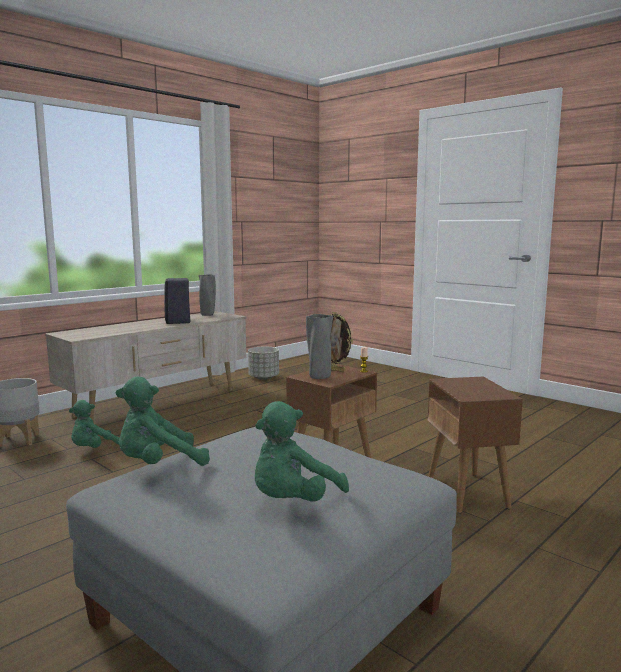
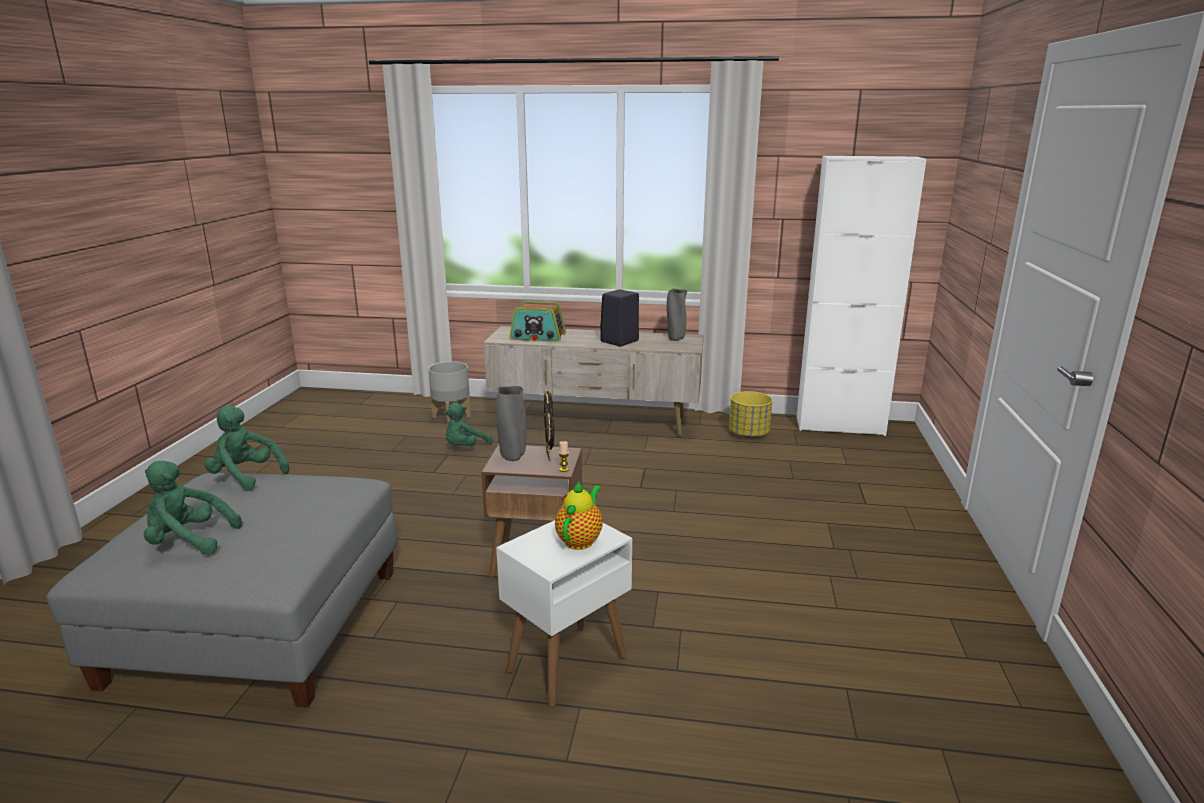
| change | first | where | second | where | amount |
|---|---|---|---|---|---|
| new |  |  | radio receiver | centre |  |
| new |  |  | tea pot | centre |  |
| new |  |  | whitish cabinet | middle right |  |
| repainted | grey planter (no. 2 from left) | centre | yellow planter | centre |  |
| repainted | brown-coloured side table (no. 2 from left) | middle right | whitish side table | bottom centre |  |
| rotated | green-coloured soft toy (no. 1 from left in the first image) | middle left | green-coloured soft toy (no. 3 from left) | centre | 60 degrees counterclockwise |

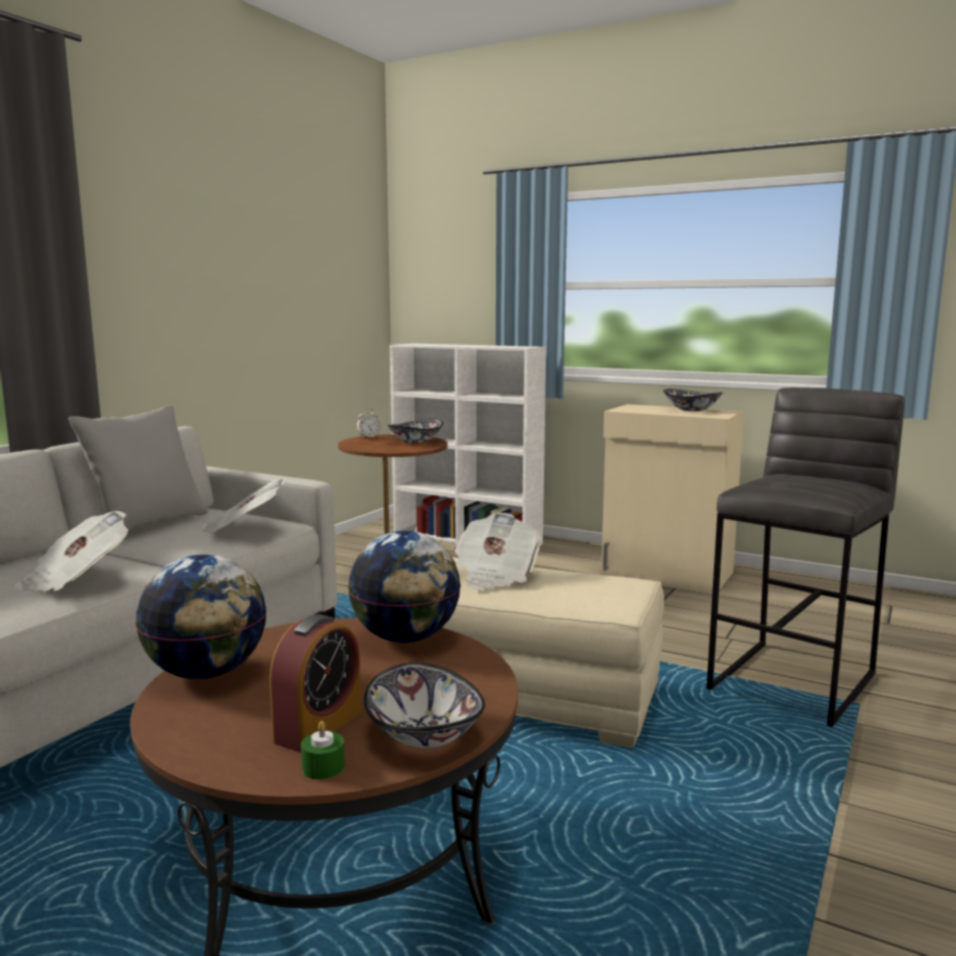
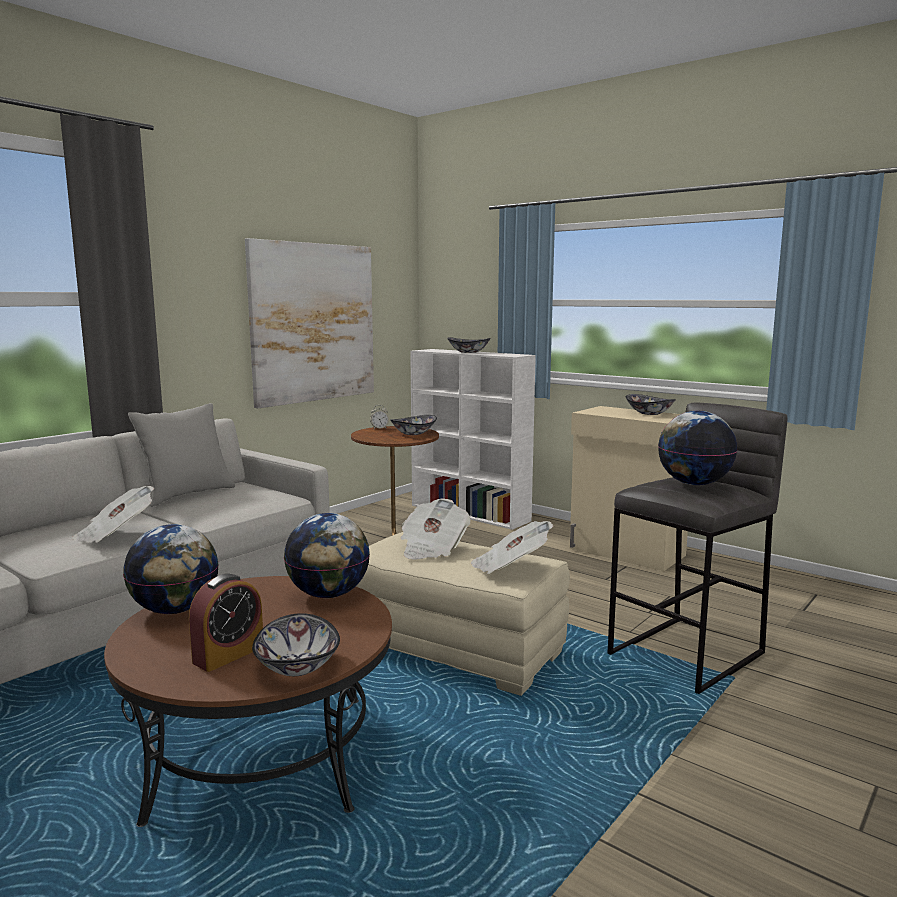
| change | first | where | second | where | amount |
|---|---|---|---|---|---|
| gone | green-coloured wax candle | bottom centre |  |  |  |
| new |  |  | wall art | centre |  |
| new |  |  | bowl (no. 3 from left) | centre |  |
| new |  |  | desk globe (no. 3 from left) | middle right |  |
| shifted | newspaper (no. 2 from left in the first image) | middle left | newspaper (no. 3 from left) | centre |  |

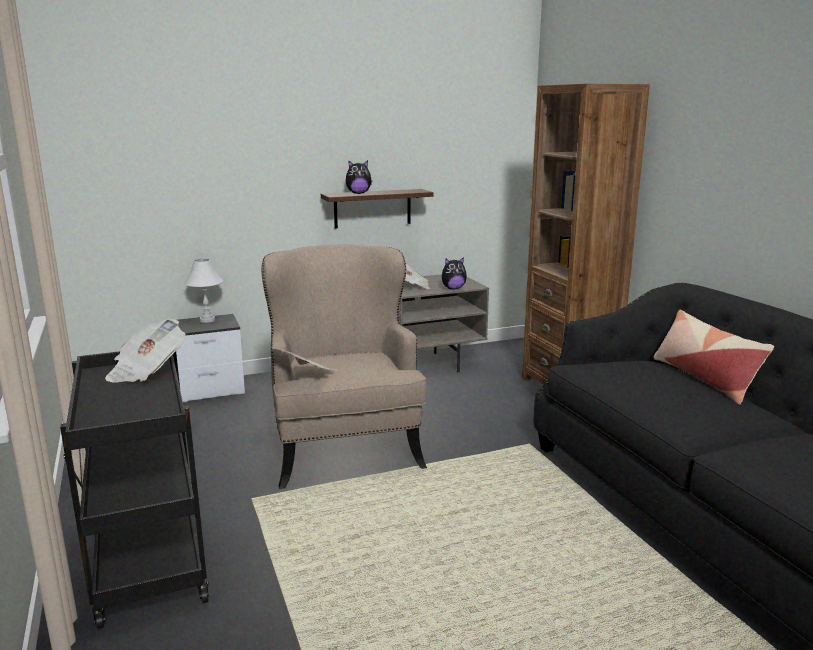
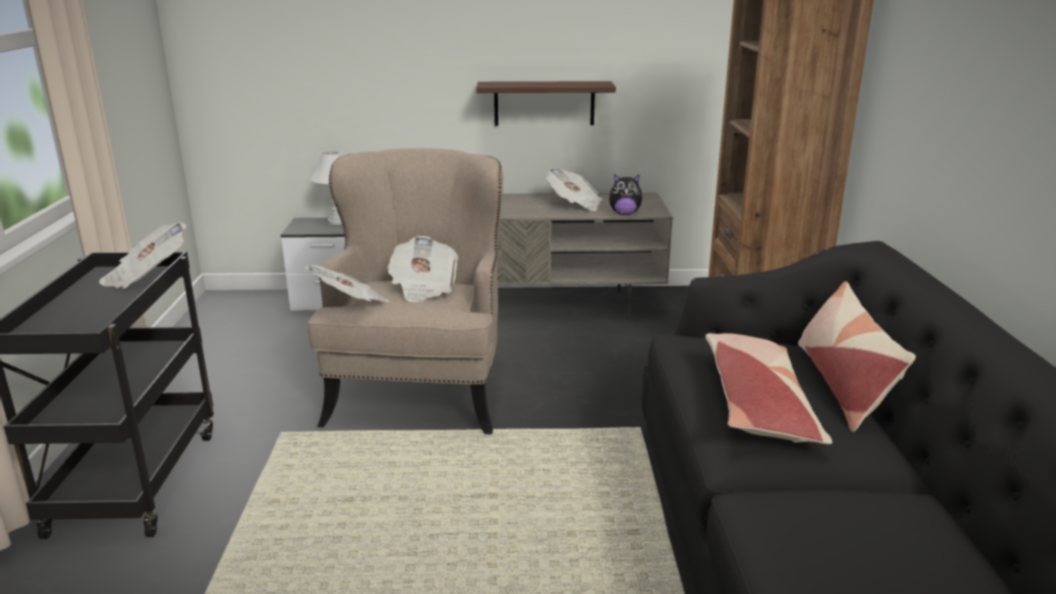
| change | first | where | second | where | amount |
|---|---|---|---|---|---|
| gone | soft toy (no. 1 from left) | top centre |  |  |  |
| new |  |  | newspaper (no. 3 from left) | centre |  |
| new |  |  | cushion (no. 1 from left) | middle right |  |

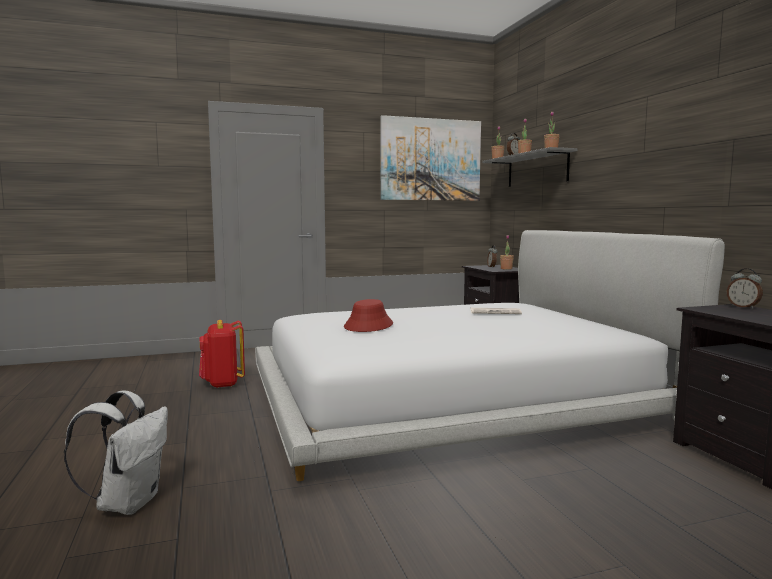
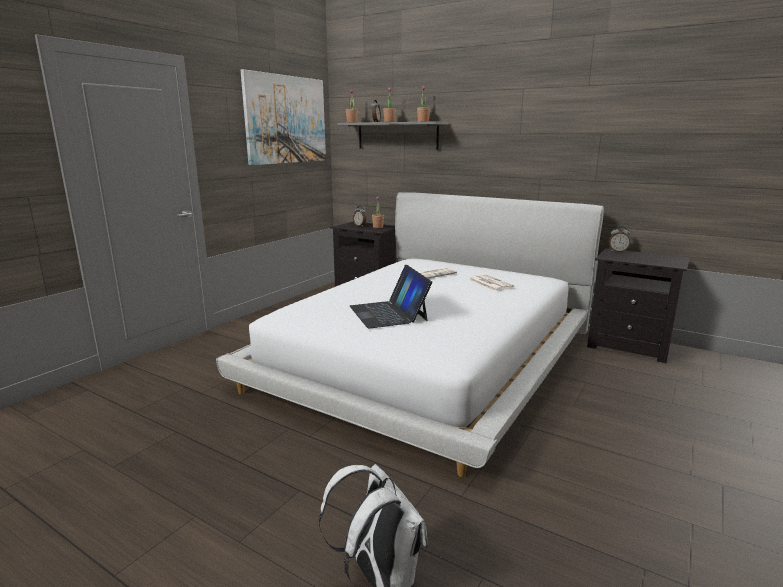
| change | first | where | second | where | amount |
|---|---|---|---|---|---|
| gone | red-coloured knapsack | middle left |  |  |  |
| new |  |  | newspaper (no. 2 from left) | centre |  |
| swapped | red-coloured clothing hat | centre | portable computer | centre |  |

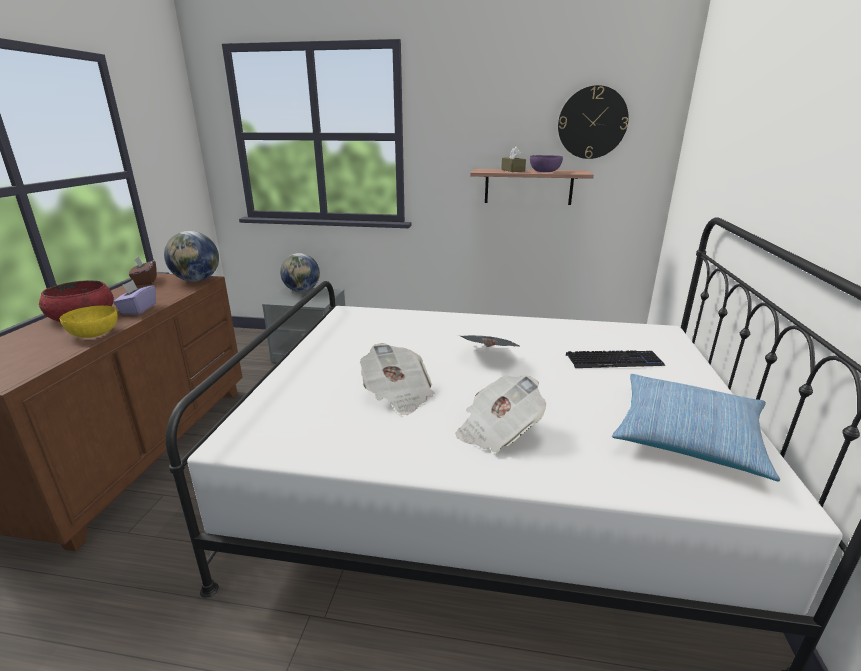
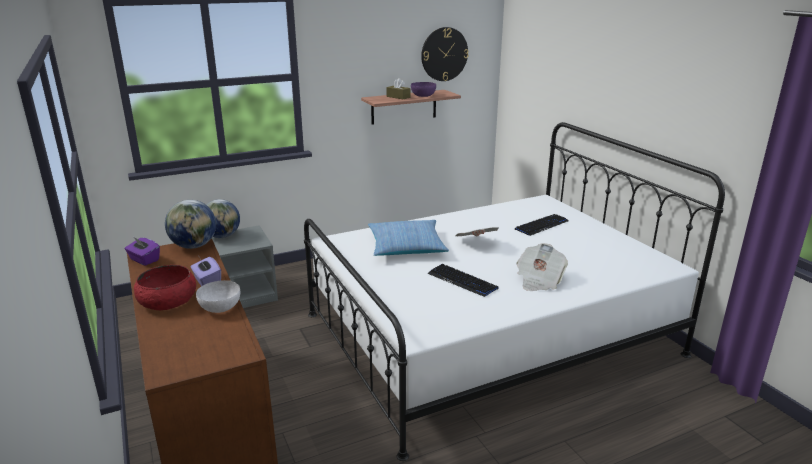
| change | first | where | second | where | amount |
|---|---|---|---|---|---|
| shifted | cushion | middle right |  | centre |  |
| swapped | newspaper (no. 1 from left) | centre | keyboard (no. 1 from left) | centre |  |
| repainted | yellow bowl | middle left | whitish bowl | middle left |  |
| repainted | brown-coloured box of tissues (no. 1 from left) | middle left | purplish box of tissues (no. 1 from left) | middle left |  |

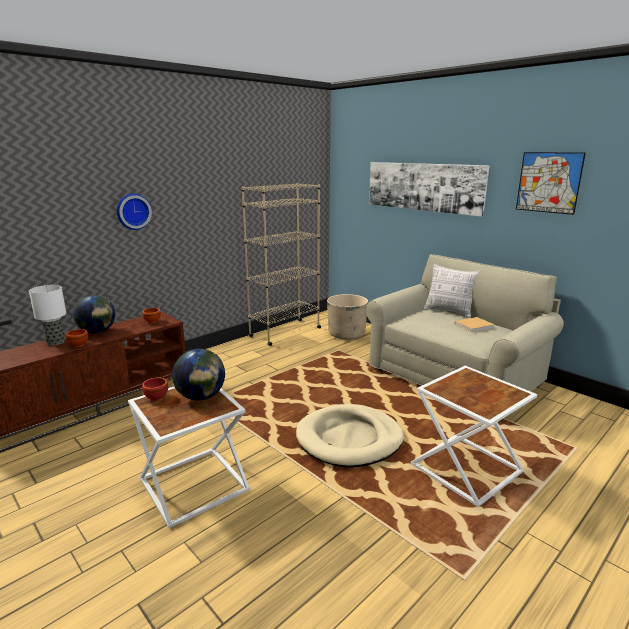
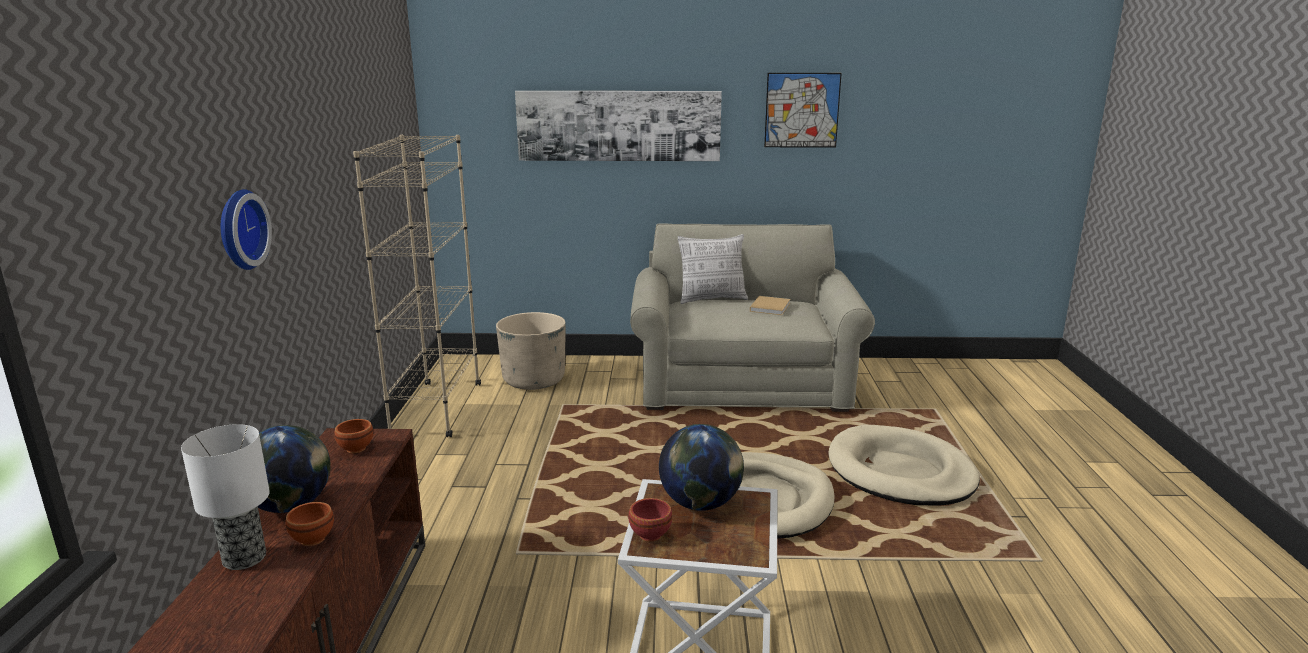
| change | first | where | second | where | amount |
|---|---|---|---|---|---|
| swapped | whitish side table (no. 2 from left) | bottom right | sand-coloured dog bed (no. 2 from left) | bottom right |  |

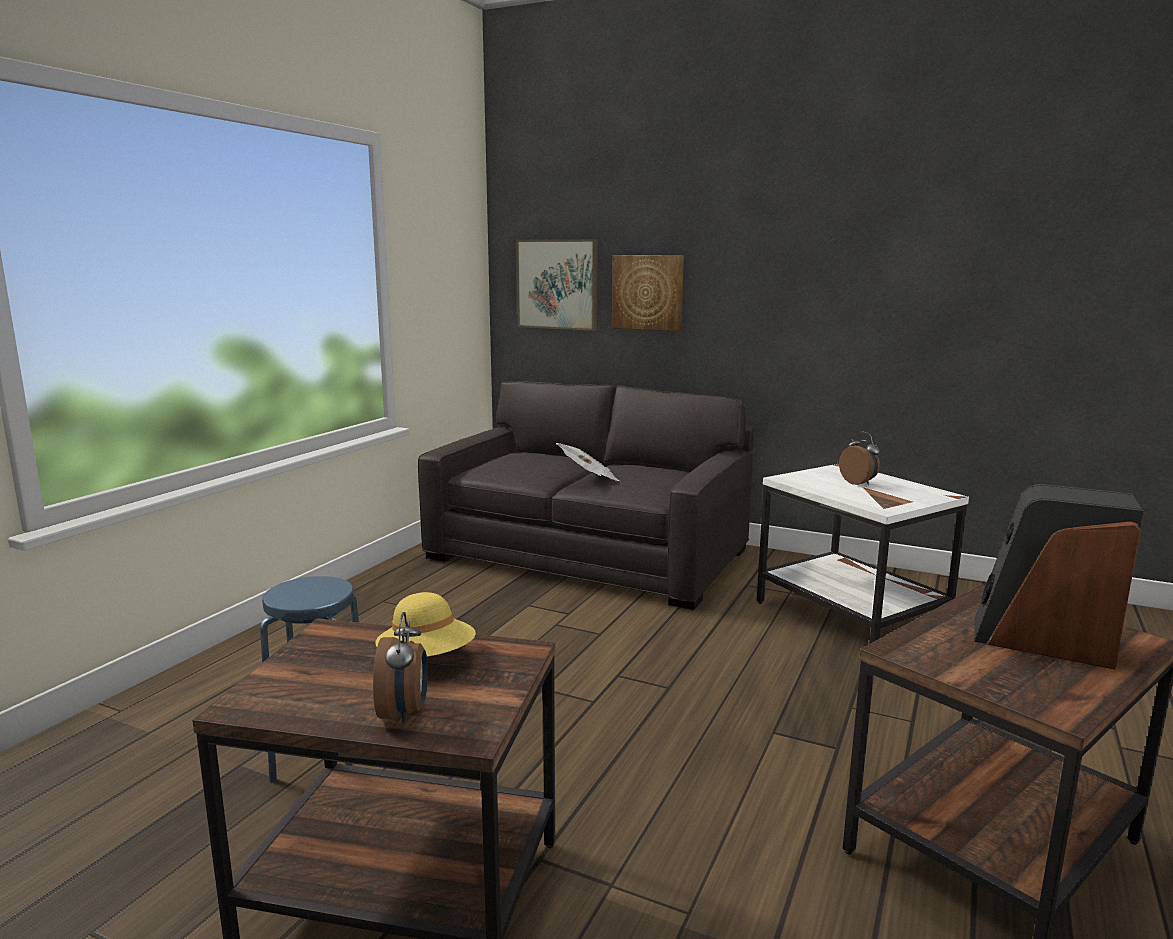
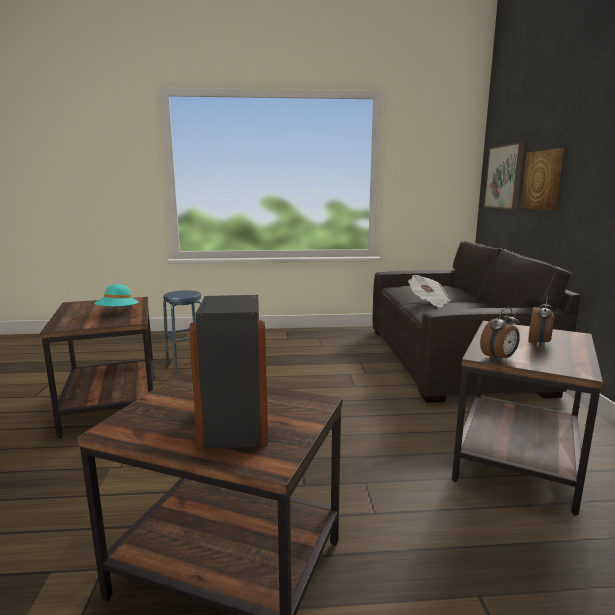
| change | first | where | second | where | amount |
|---|---|---|---|---|---|
| shifted | table clock (no. 1 from left) | bottom centre |  | middle right |  |
| repainted | yellow clothing hat | centre | turquoise-coloured clothing hat | middle left |  |
| repainted | whitish side table | middle right | brown-coloured side table (no. 3 from left) | bottom right |  |

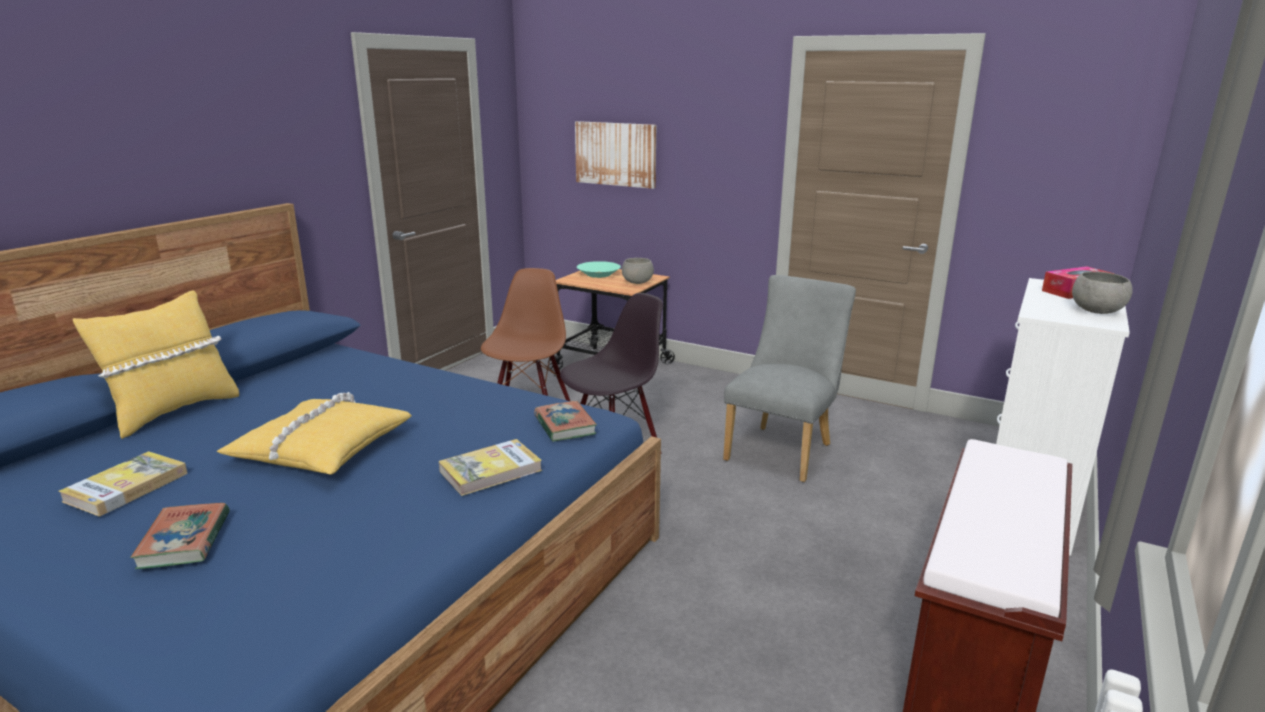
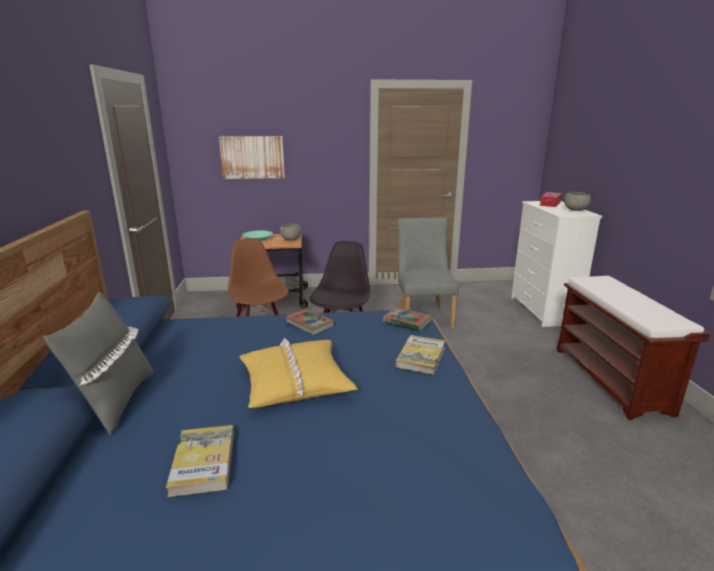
| change | first | where | second | where | amount |
|---|---|---|---|---|---|
| shifted | book (no. 2 from left) | bottom left |  | centre |  |
| repainted | yellow cushion (no. 1 from left) | middle left | grey cushion | middle left |  |

